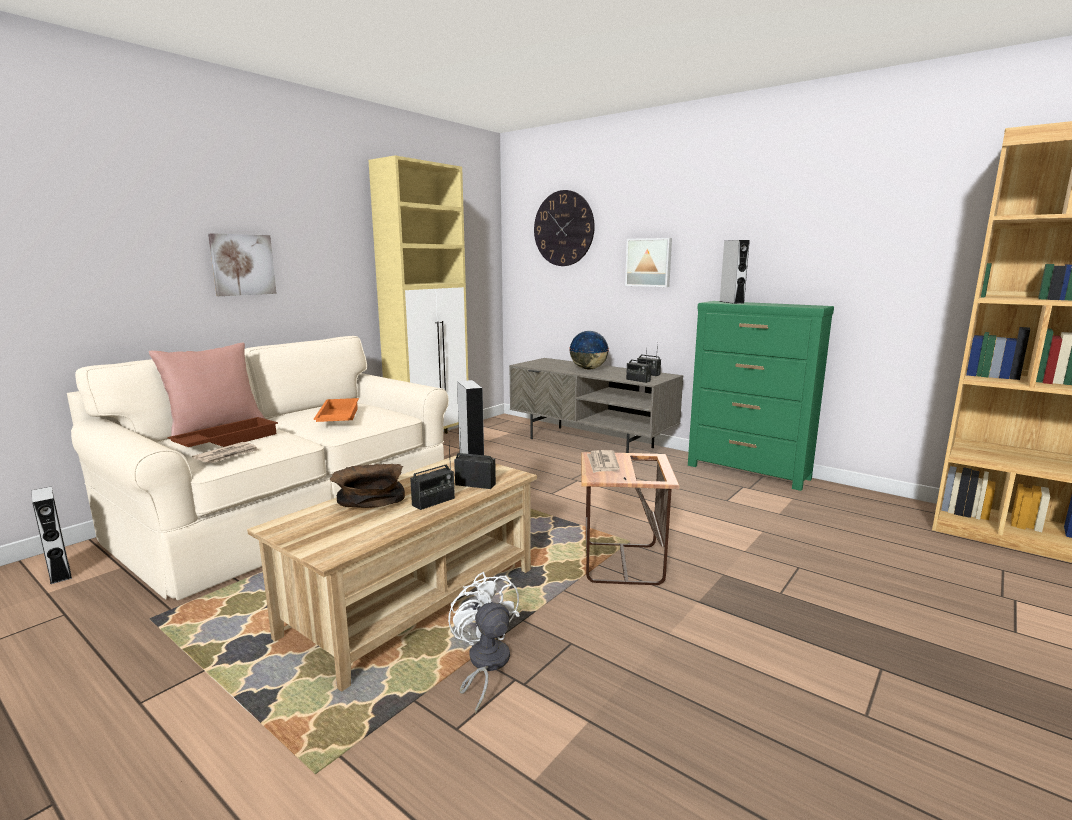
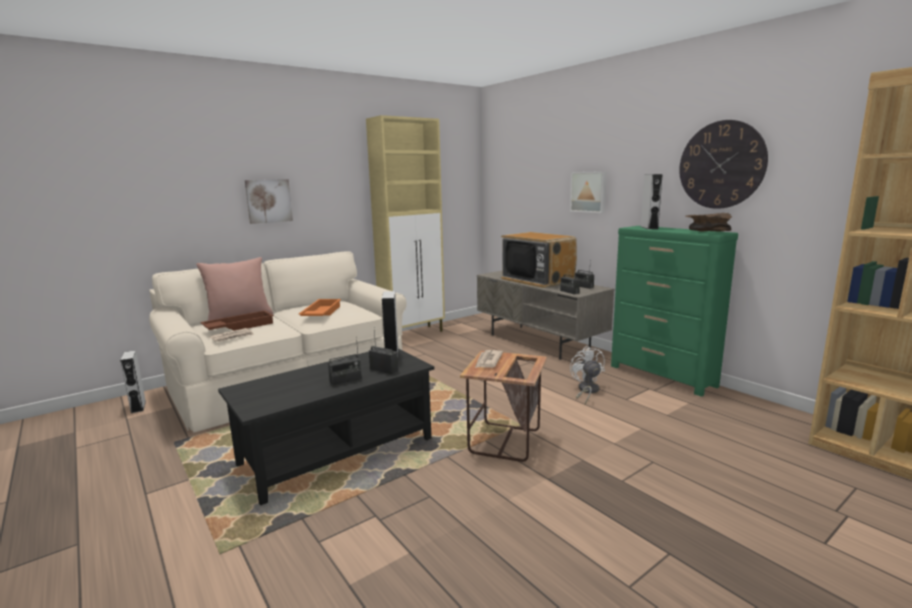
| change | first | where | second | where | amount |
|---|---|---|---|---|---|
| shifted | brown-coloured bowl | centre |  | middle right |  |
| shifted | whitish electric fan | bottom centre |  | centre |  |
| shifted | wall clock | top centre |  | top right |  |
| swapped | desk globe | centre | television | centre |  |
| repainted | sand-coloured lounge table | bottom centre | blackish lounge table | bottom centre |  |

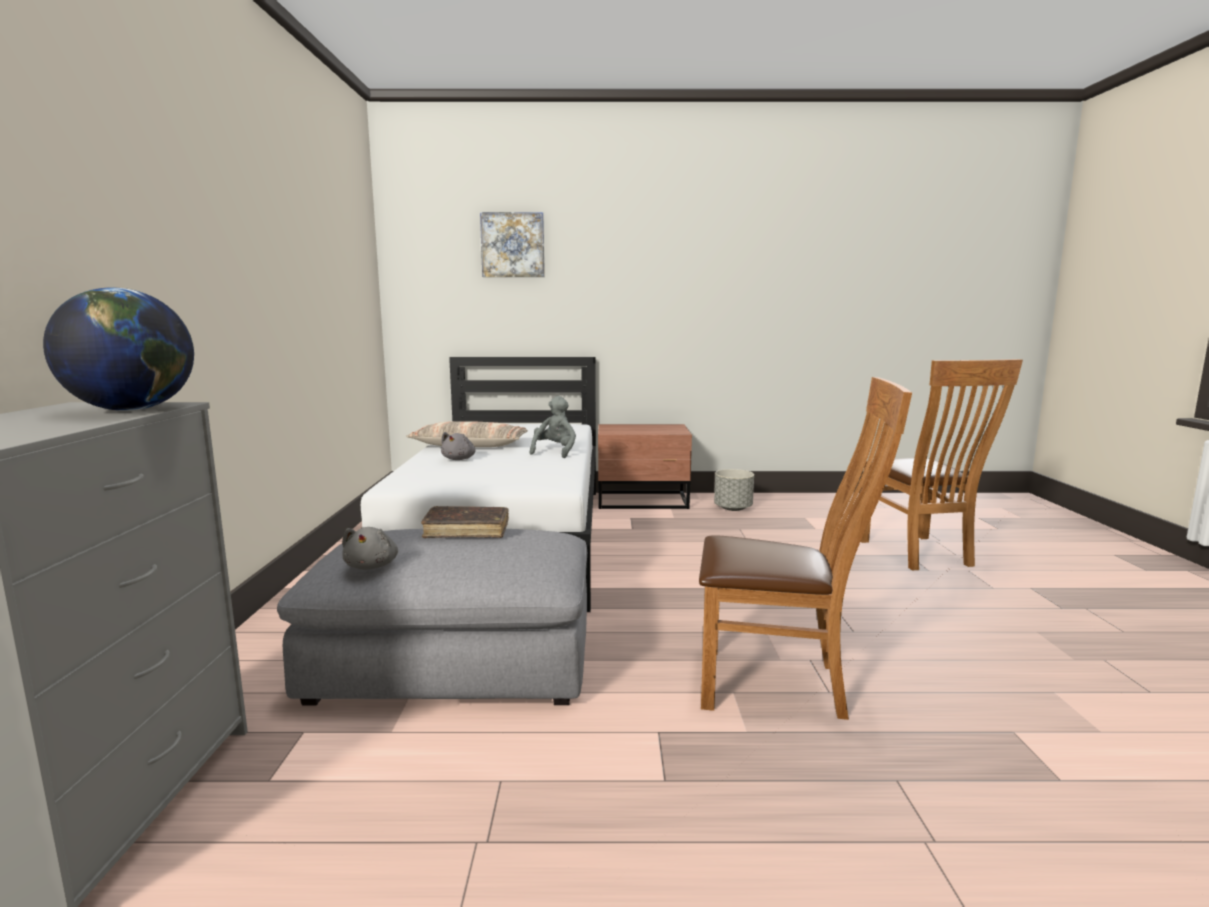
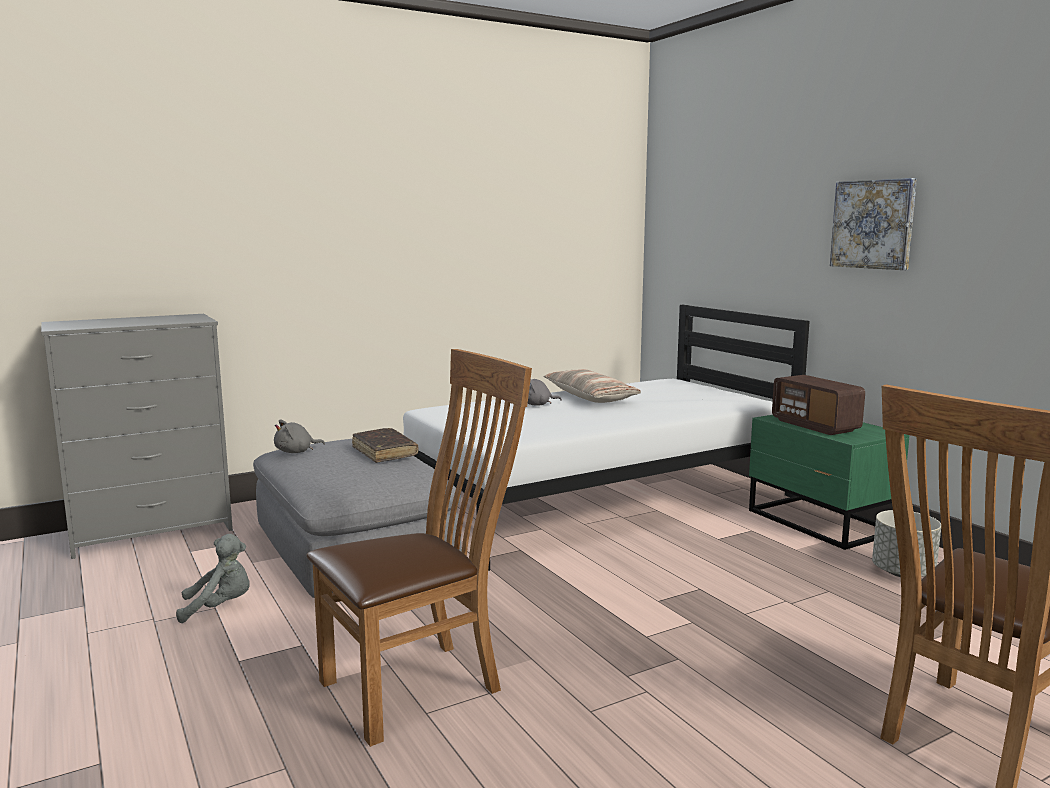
| change | first | where | second | where | amount |
|---|---|---|---|---|---|
| gone | desk globe | middle left |  |  |  |
| new |  |  | radio receiver | middle right |  |
| shifted | wall art | top centre |  | top right |  |
| shifted | grey soft toy (no. 3 from left in the first image) | centre | grey soft toy (no. 1 from left) | bottom left |  |
| repainted | brown-coloured bedside table | centre | green-coloured bedside table | middle right |  |
| rotated | brown-coloured plain chair (no. 1 from left) | centre |  | bottom centre | 105 degrees counterclockwise |

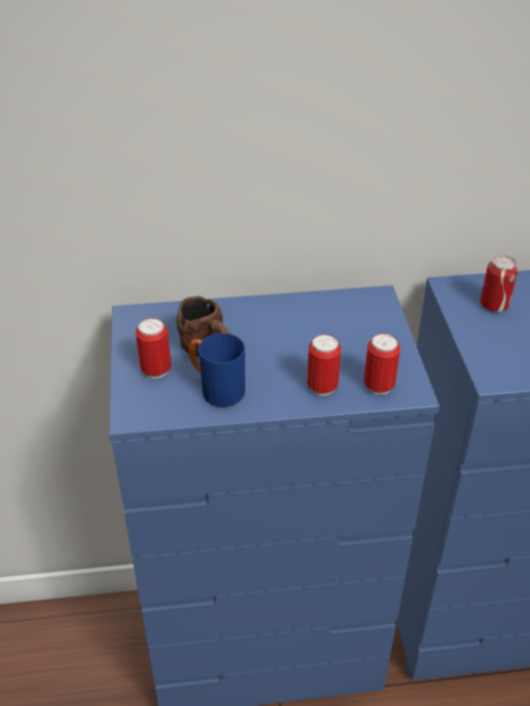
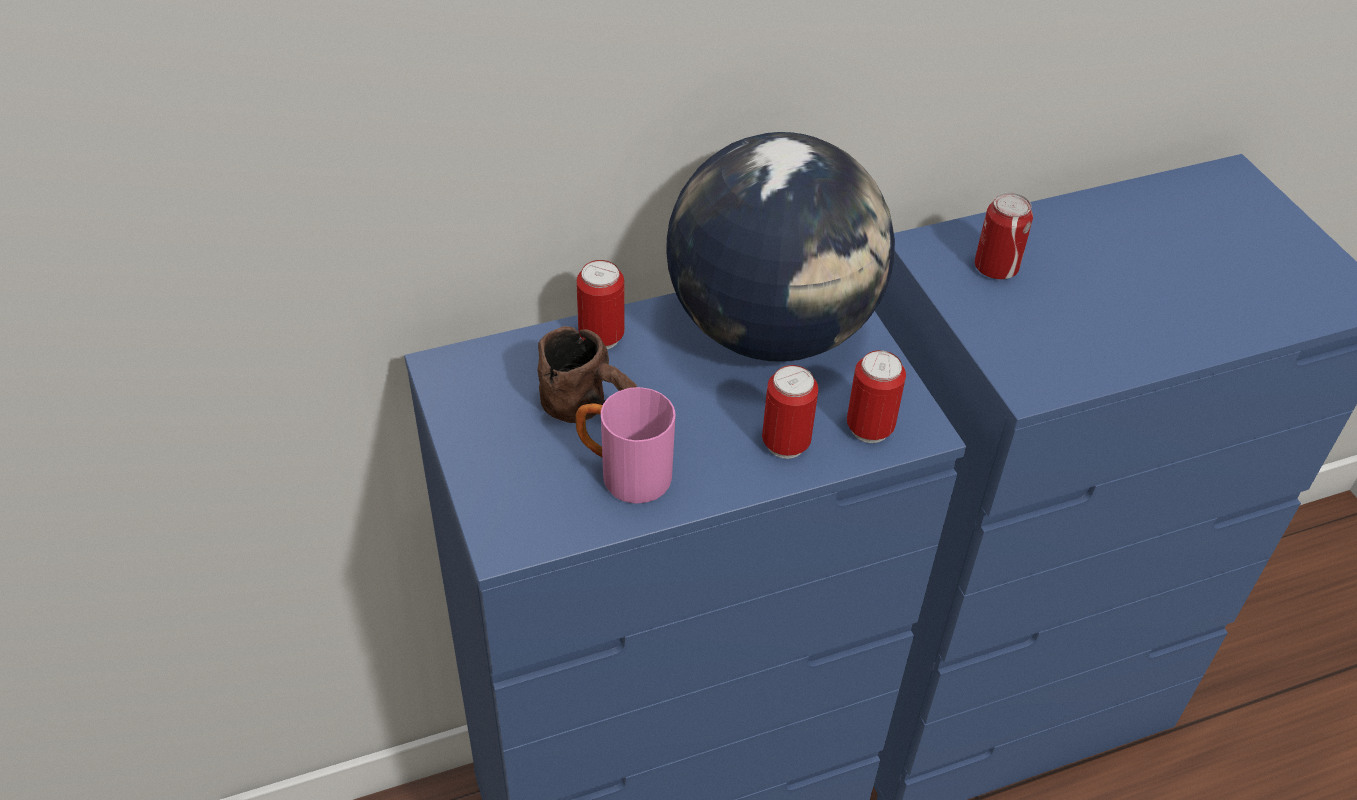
| change | first | where | second | where | amount |
|---|---|---|---|---|---|
| new |  |  | desk globe | top centre |  |
| shifted | can (no. 1 from left) | middle left |  | centre |  |
| repainted | bluish mug | centre | pinkish mug | centre |  |

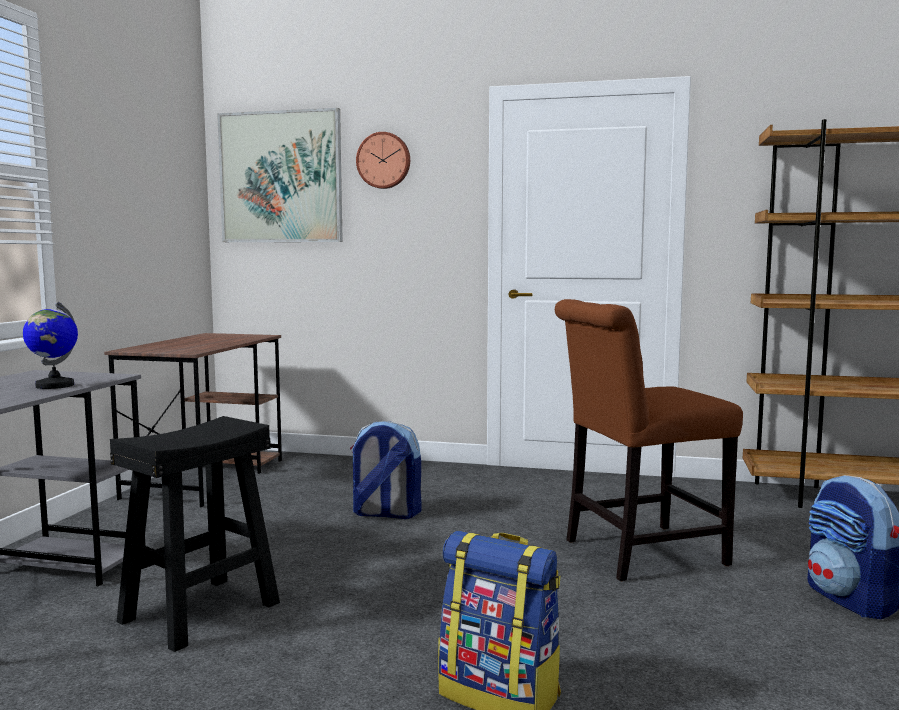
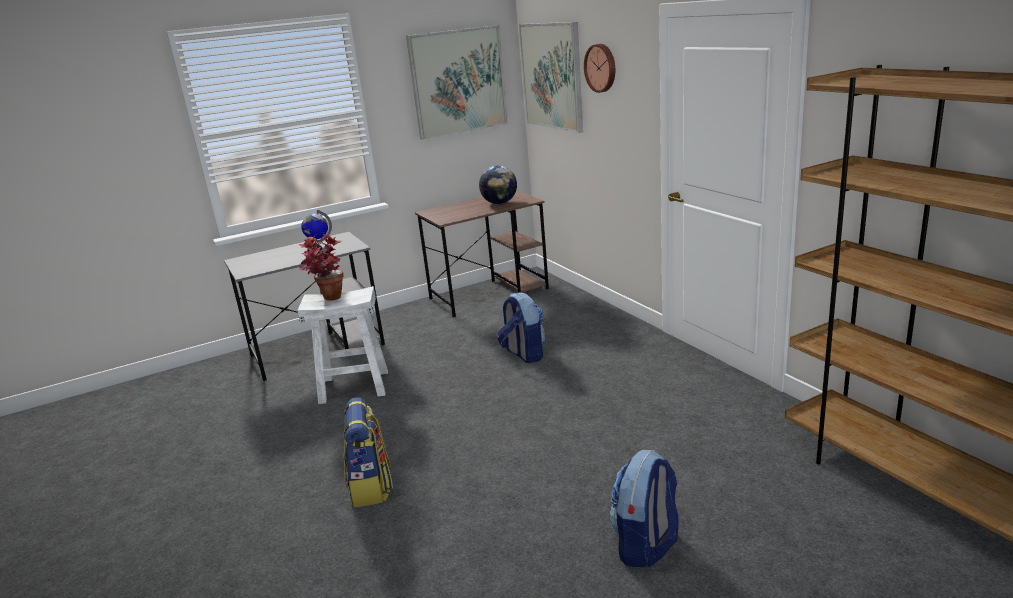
| change | first | where | second | where | amount |
|---|---|---|---|---|---|
| gone | brown-coloured plain chair | middle right |  |  |  |
| new |  |  | houseplant | middle left |  |
| new |  |  | wall art (no. 1 from left) | top centre |  |
| new |  |  | desk globe (no. 2 from left) | top centre |  |
| repainted | blackish stool | bottom left | whitish stool | centre |  |

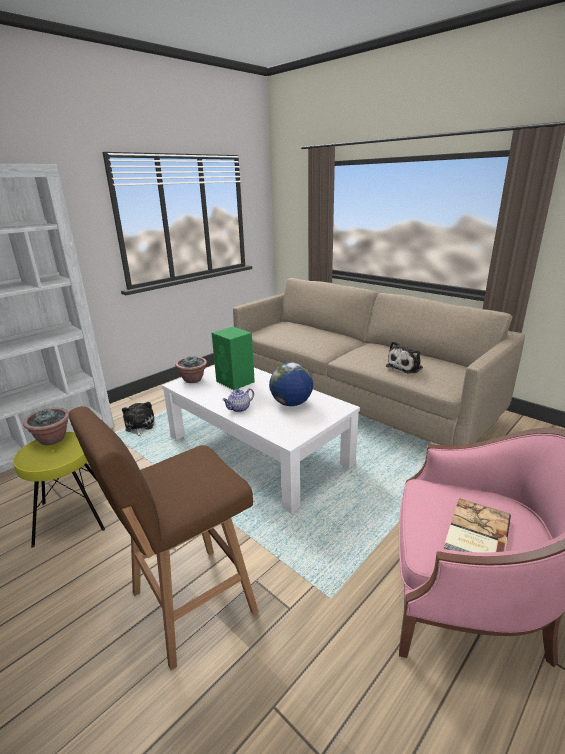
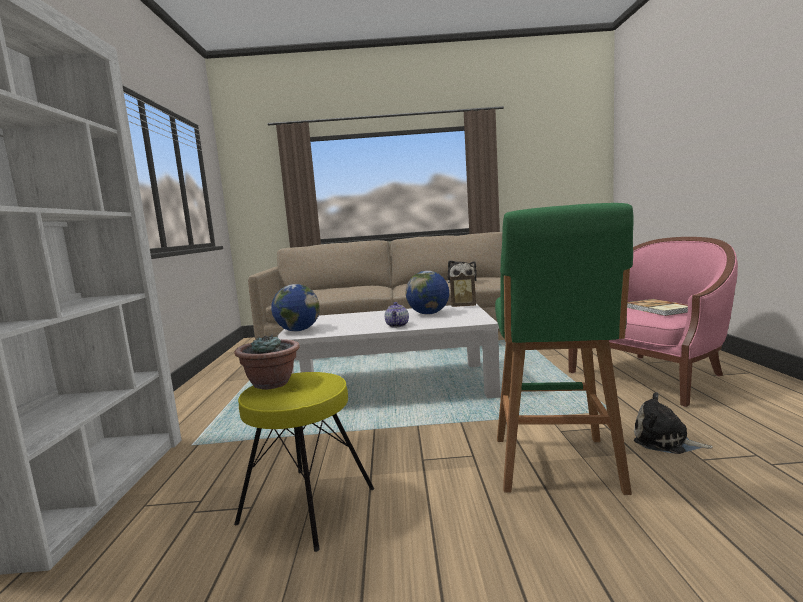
| change | first | where | second | where | amount |
|---|---|---|---|---|---|
| gone | green-coloured loudspeaker | centre |  |  |  |
| new |  |  | picture frame | centre |  |
| shifted | soft toy (no. 1 from left in the first image) | middle left | soft toy (no. 2 from left) | bottom right |  |
| swapped | houseplant (no. 2 from left) | centre | desk globe (no. 1 from left) | centre |  |
| repainted | brown-coloured stool | bottom left | green-coloured stool | middle right |  |

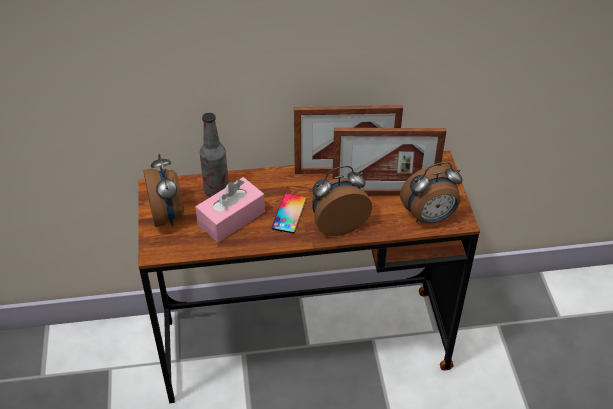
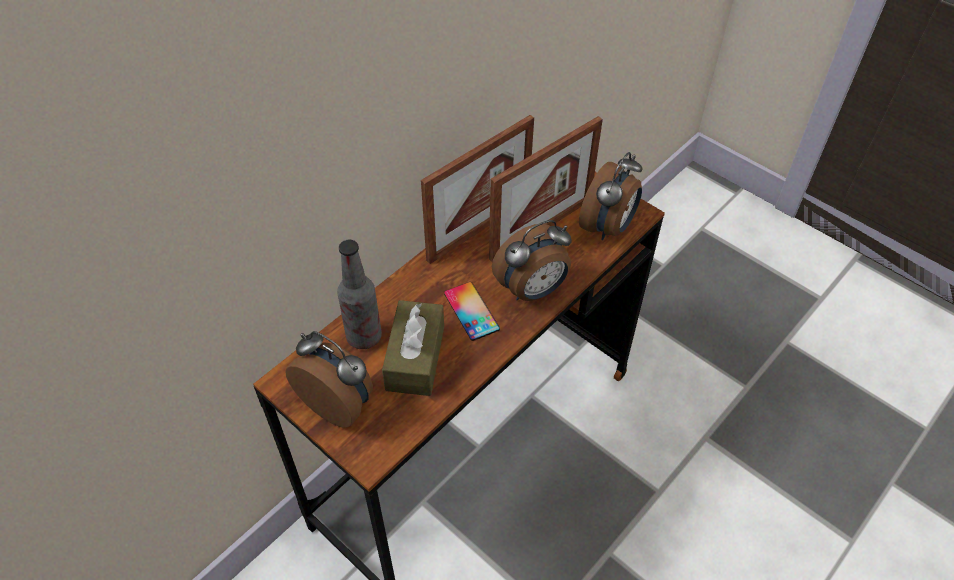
| change | first | where | second | where | amount |
|---|---|---|---|---|---|
| repainted | pinkish box of tissues | centre | brown-coloured box of tissues | centre |  |
| rotated | table clock (no. 2 from left) | centre |  | centre | 150 degrees counterclockwise |

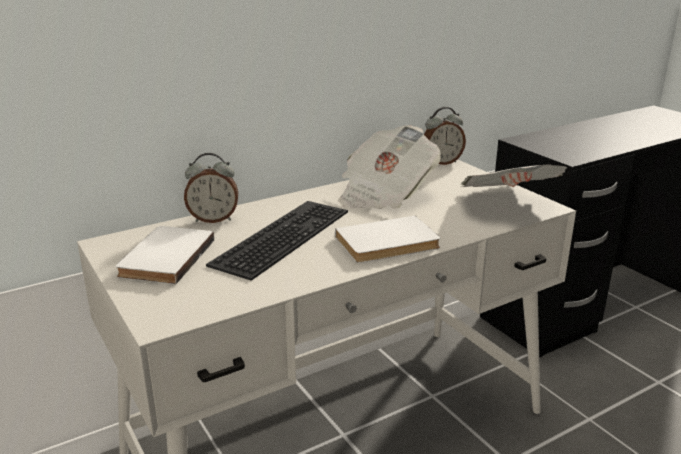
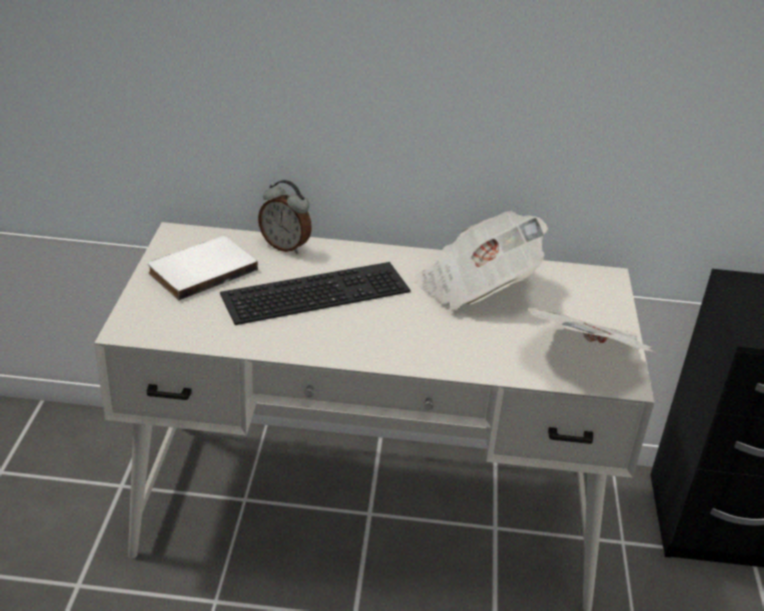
| change | first | where | second | where | amount |
|---|---|---|---|---|---|
| gone | whitish book (no. 2 from left) | centre |  |  |  |
| gone | table clock (no. 2 from left) | top centre |  |  |  |

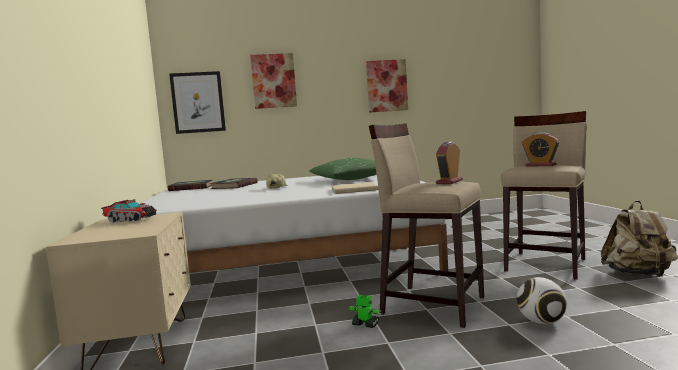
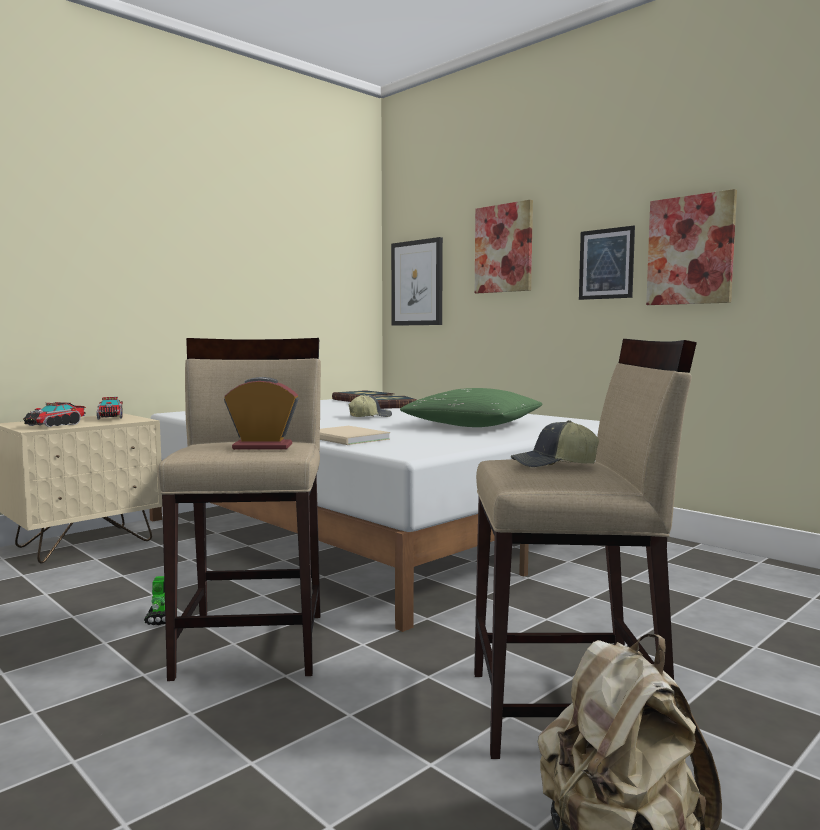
| change | first | where | second | where | amount |
|---|---|---|---|---|---|
| gone | ball for football | bottom right |  |  |  |
| new |  |  | model truck (no. 1 from left) | middle left |  |
| new |  |  | wall art (no. 3 from left) | top right |  |
| swapped | table clock (no. 2 from left) | middle right | baseball cap (no. 2 from left) | middle right |  |

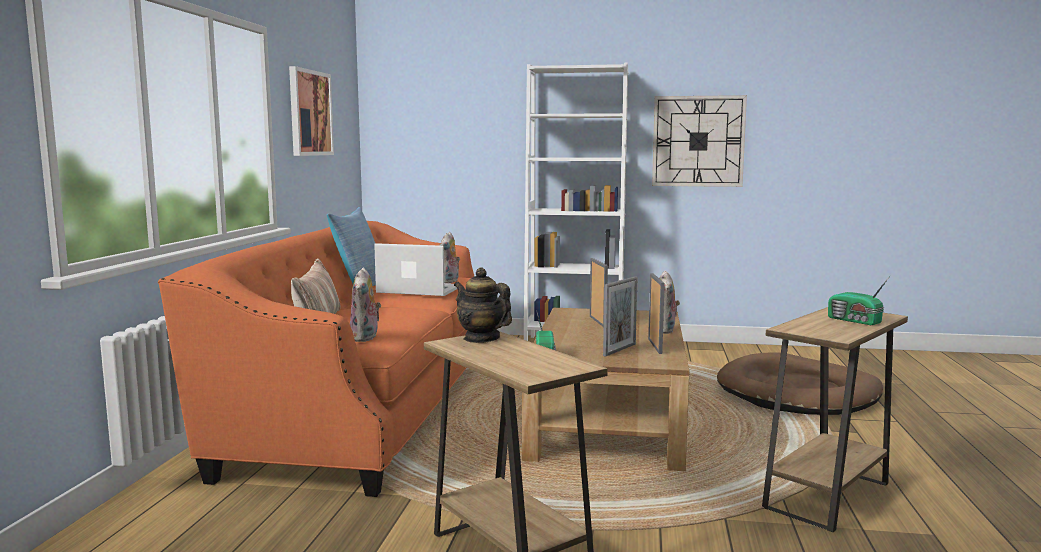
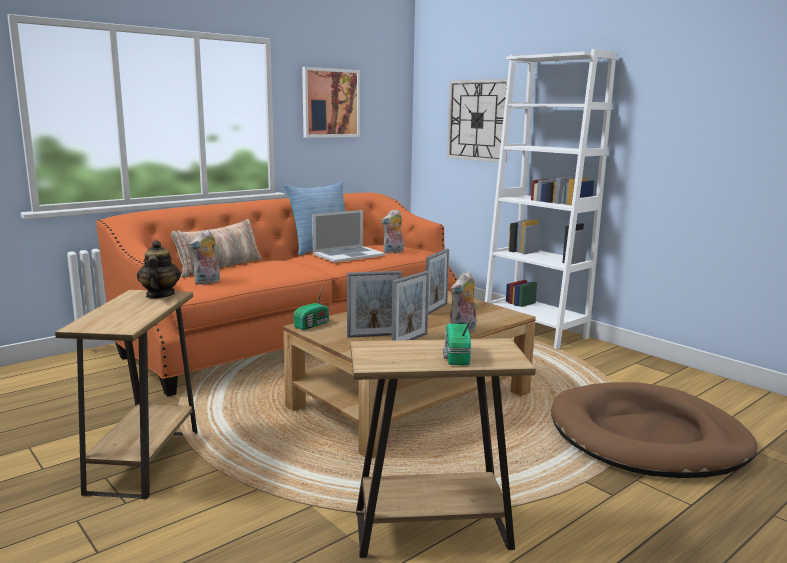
| change | first | where | second | where | amount |
|---|---|---|---|---|---|
| shifted | wall clock | top right |  | top centre |  |
| rotated | portable computer | centre |  | centre | 90 degrees clockwise |

